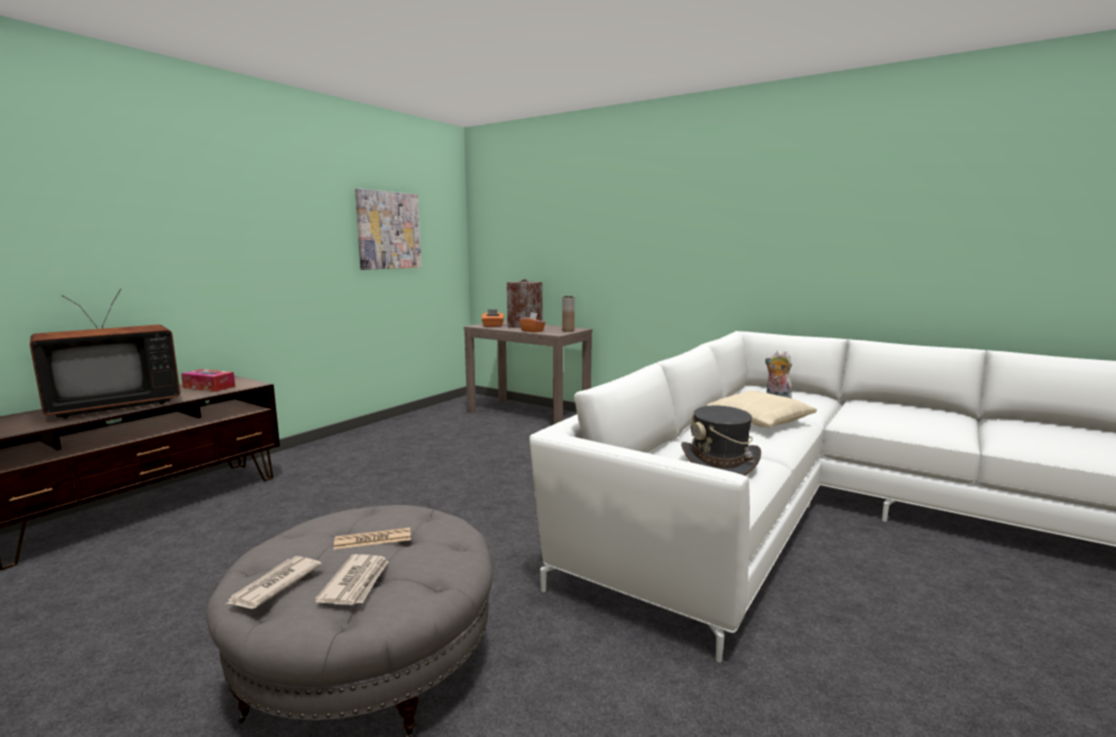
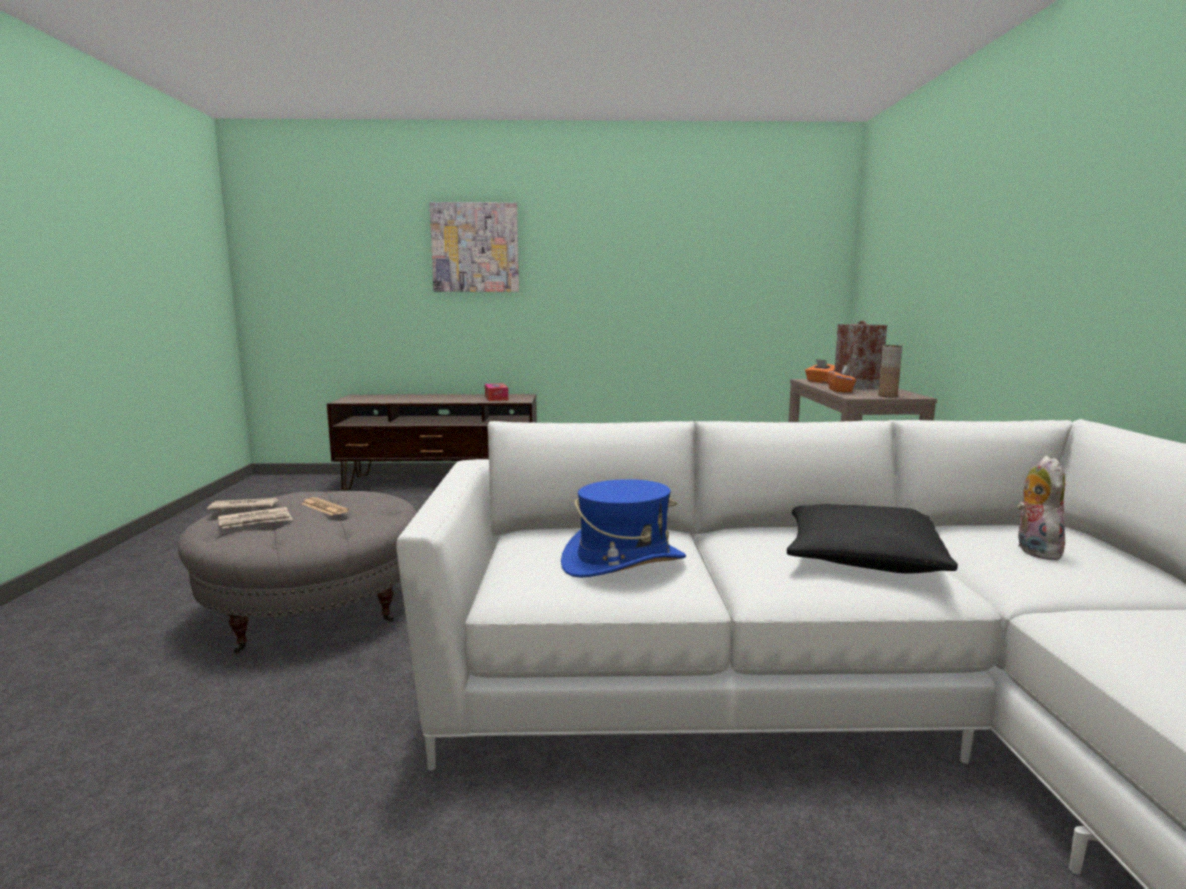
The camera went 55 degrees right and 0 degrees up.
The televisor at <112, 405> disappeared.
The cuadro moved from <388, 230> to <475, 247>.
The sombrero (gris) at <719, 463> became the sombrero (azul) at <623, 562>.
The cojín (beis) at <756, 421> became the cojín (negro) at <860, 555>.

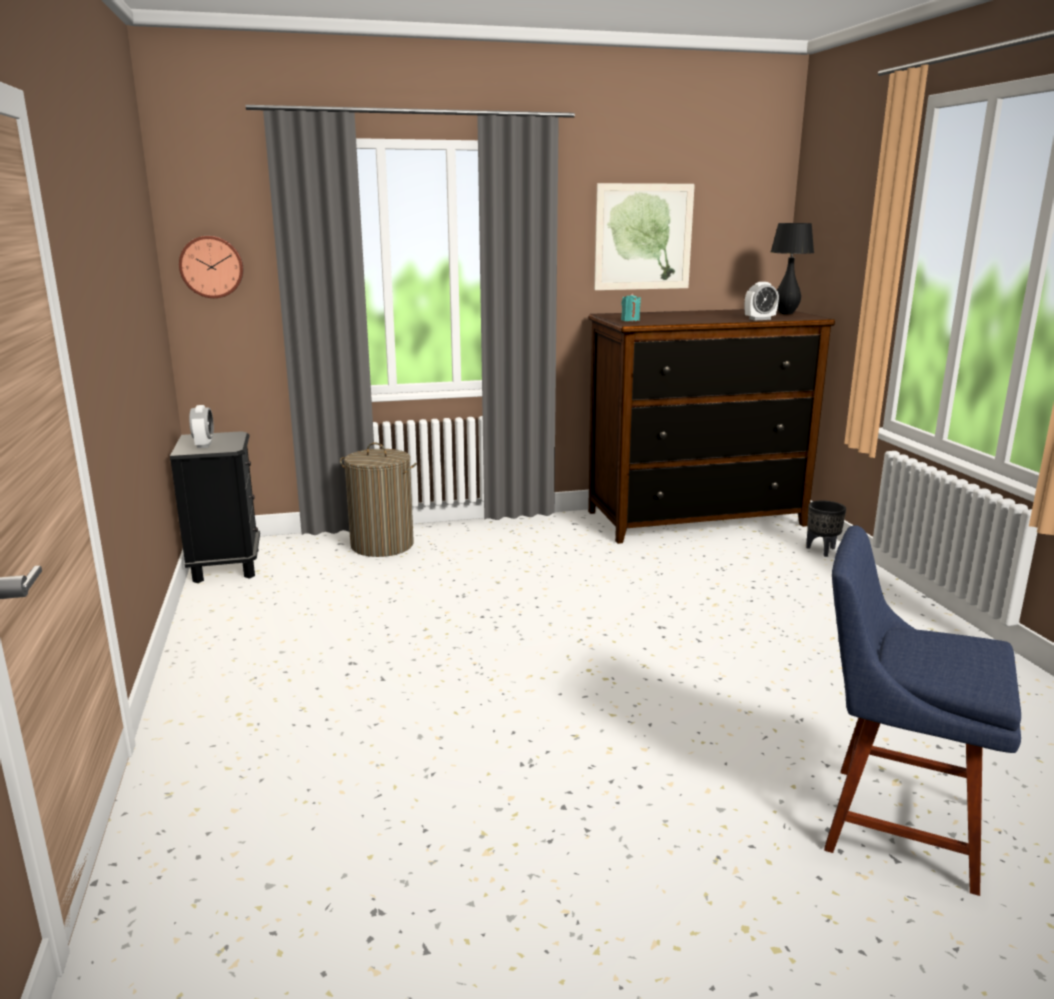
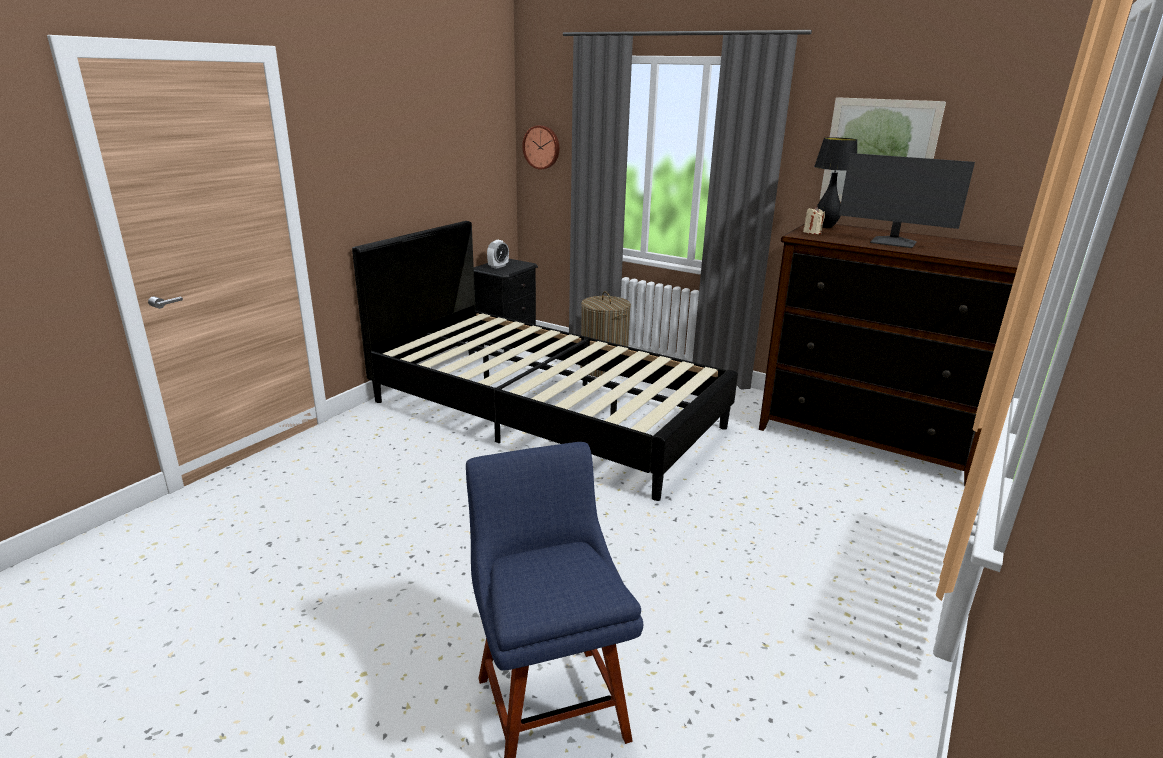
The camera went 45 degrees right and 5 degrees up.
The despertador at <759, 319> disappeared.
The maceta (negro) at <822, 550> disappeared.
The cama (negro) at <545, 414> appeared.
The monitor at <893, 243> appeared.
The lámpara de mesa (negro) moved from <786, 313> to <825, 227>.
The vela (turquesa) at <630, 320> became the vela (beis) at <812, 232>.

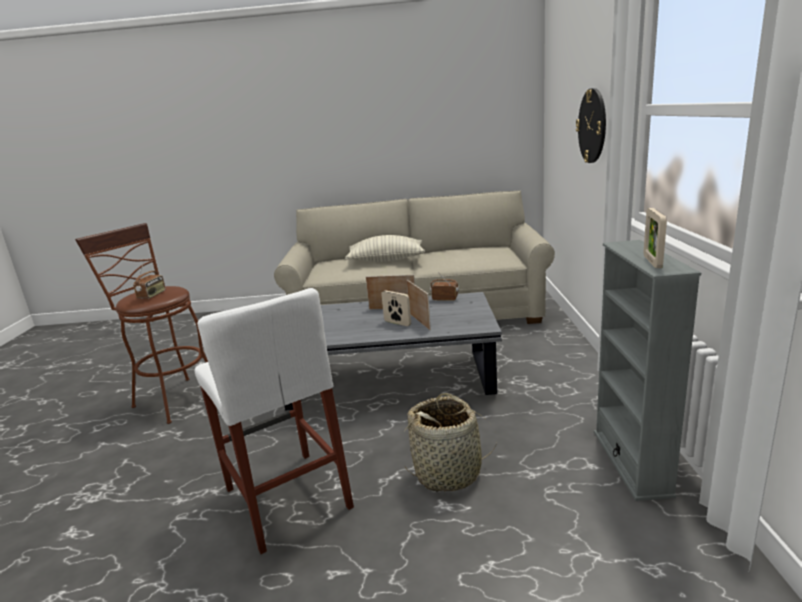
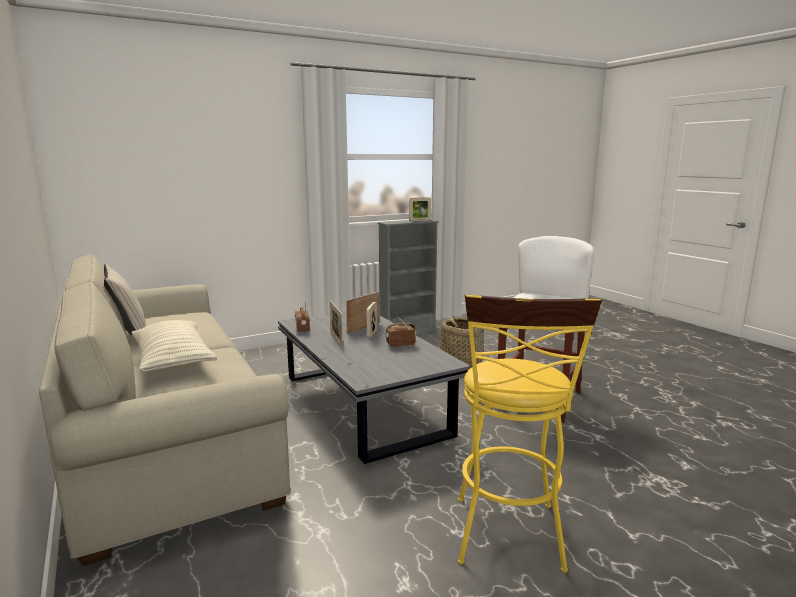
The camera went 120 degrees left and 5 degrees down.
The reloj de pared at <592, 126> disappeared.
The cojín (beis) at <129, 336> appeared.
The radio moved from <152, 295> to <400, 344>.
The taburete (marrón) at <174, 398> became the taburete (amarillo) at <509, 540>.

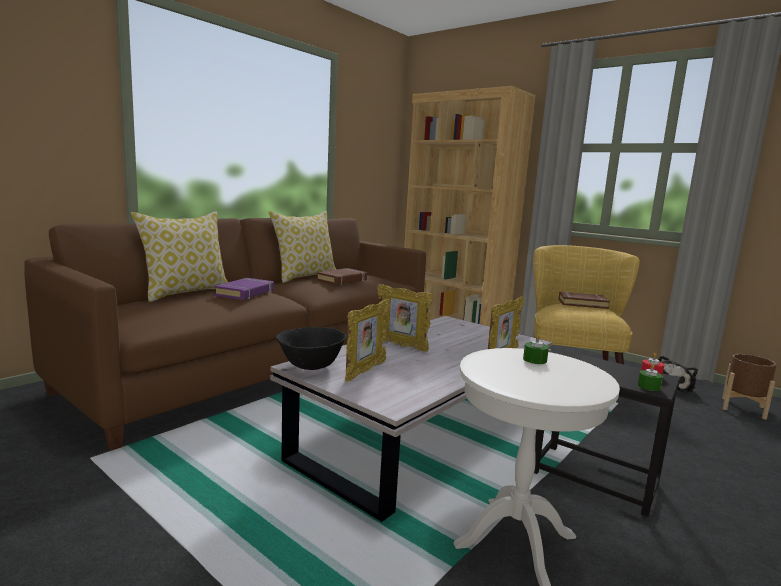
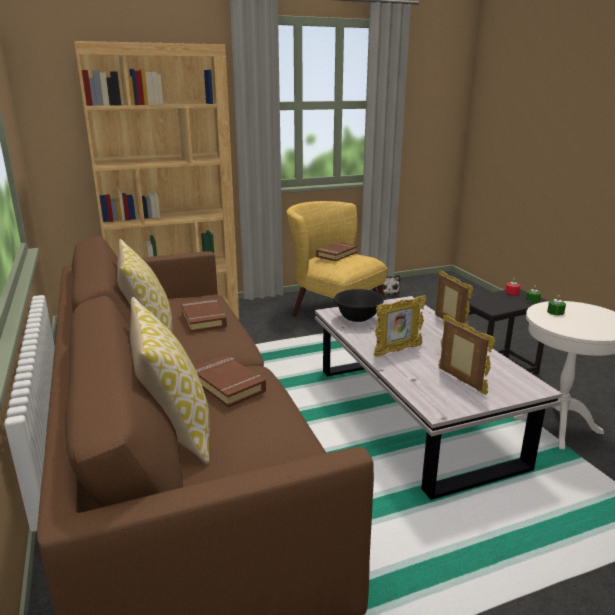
The camera went 60 degrees left and 10 degrees up.
The maceta (marrón) at <743, 408> disappeared.
The cuenco (negro) moved from <311, 367> to <358, 319>.
The libro (morado) at <245, 293> became the libro (marrón) at <228, 385>.

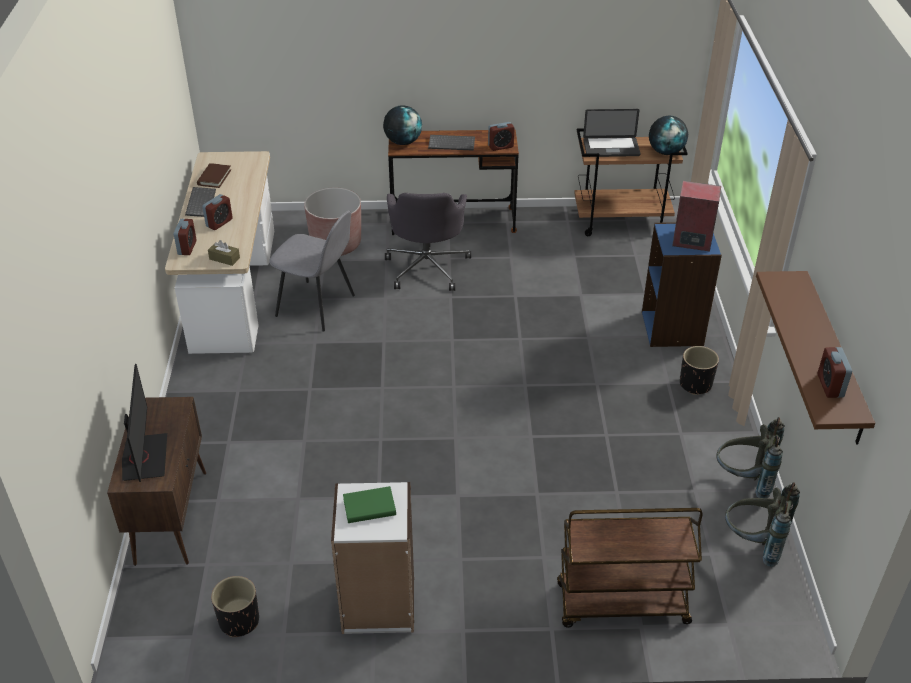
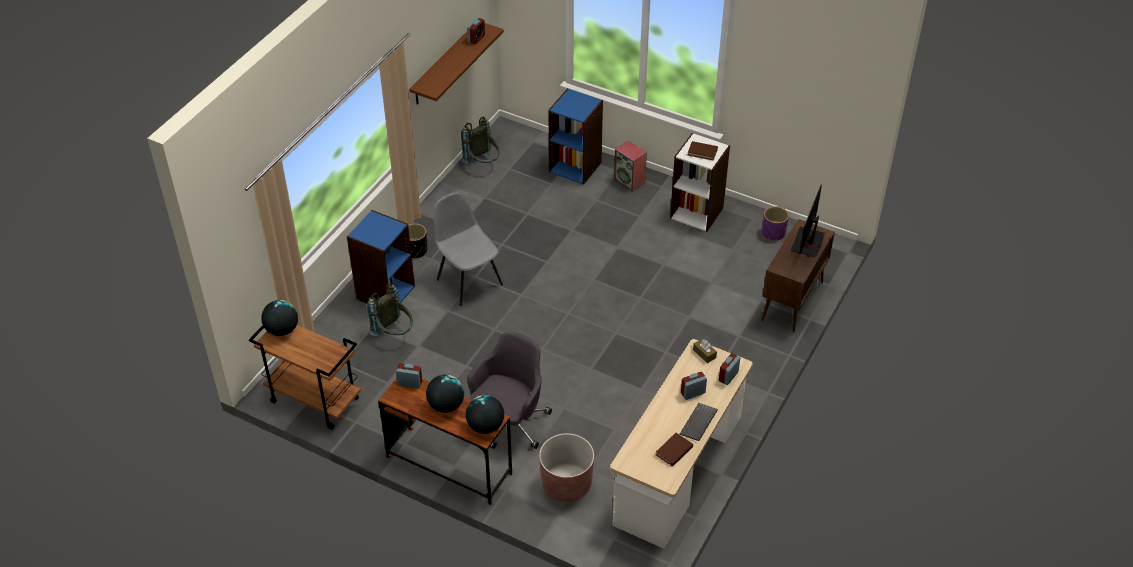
The camera went 150 degrees left and 5 degrees up.
The portátil at <611, 148> disappeared.
The silla (gris) moved from <317, 306> to <468, 281>.
The altavoz moved from <691, 241> to <630, 181>.
The mochila (gris) moved from <744, 480> to <394, 334>.
The teclado at <452, 143> was replaced by the globo terráqueo at <446, 405>.
The carrito (marrón) at <621, 604> was replaced by the estantería (azul) at <575, 166>.
The maceta (negro) at <239, 621> became the maceta (morado) at <773, 233>.
The libro (verde) at <369, 507> became the libro (marrón) at <702, 152>.

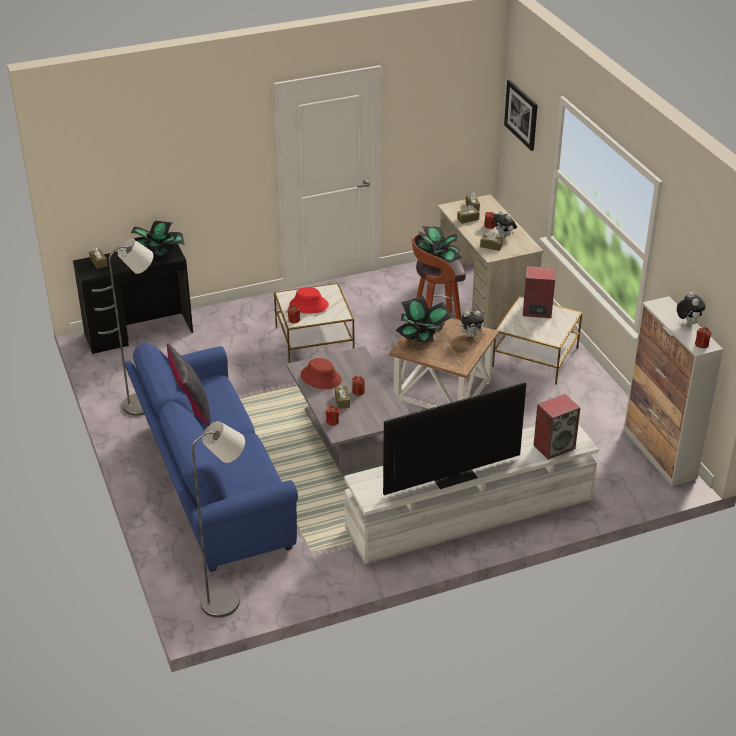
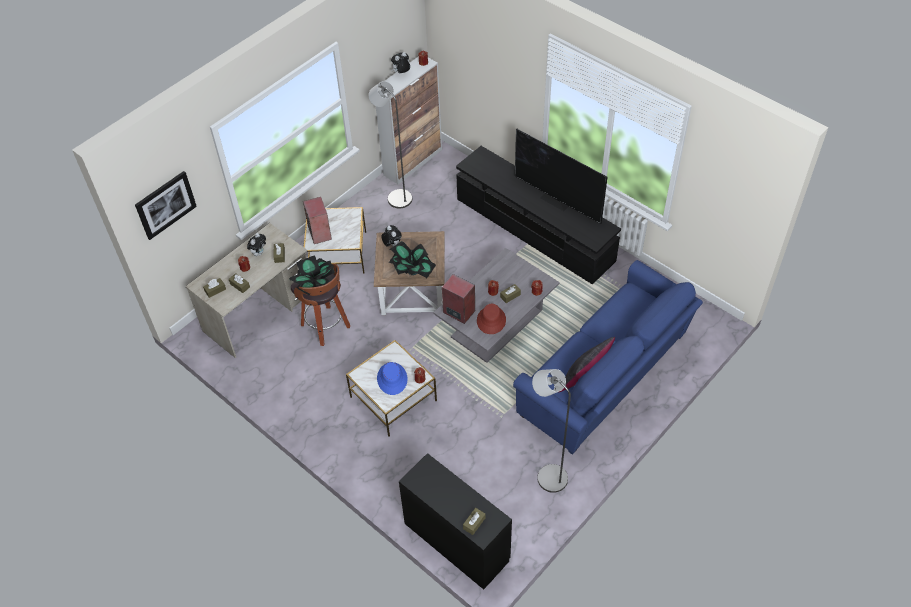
The camera went 115 degrees left and 15 degrees up.
The planta en maceta at <159, 253> disappeared.
The lámpara de pie (gris) moved from <227, 600> to <396, 197>.
The altavoz moved from <554, 446> to <458, 311>.
The sombrero (rojo) at <308, 305> became the sombrero (azul) at <392, 379>.
The mueble de televisión (blanco) at <469, 515> became the mueble de televisión (negro) at <534, 230>.

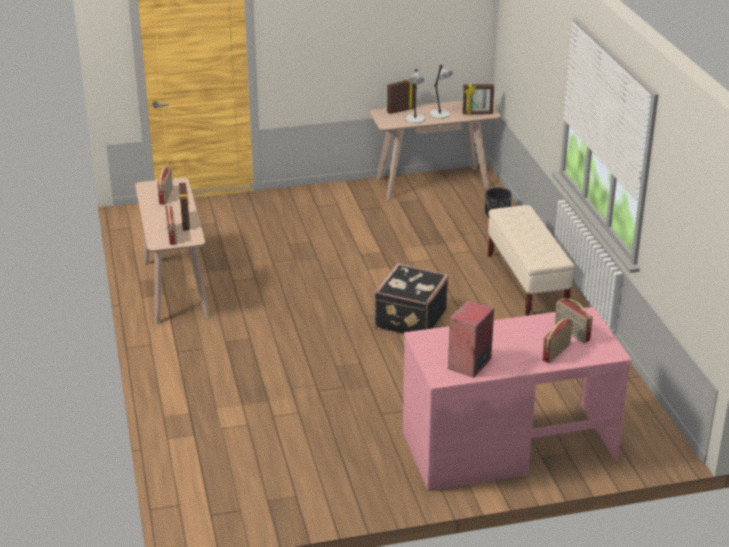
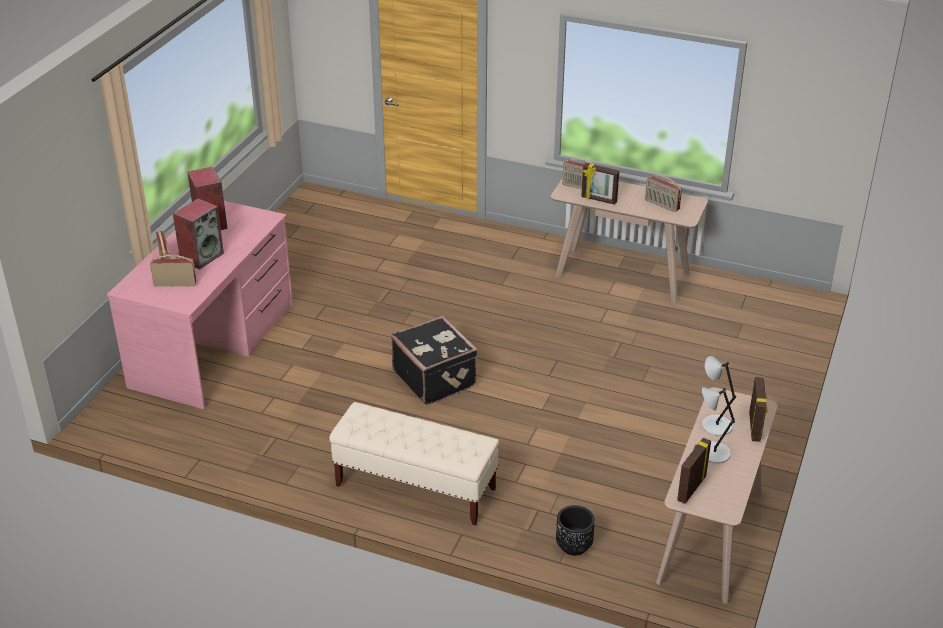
The camera went 125 degrees right and 5 degrees up.
The altavoz at <202, 256> appeared.

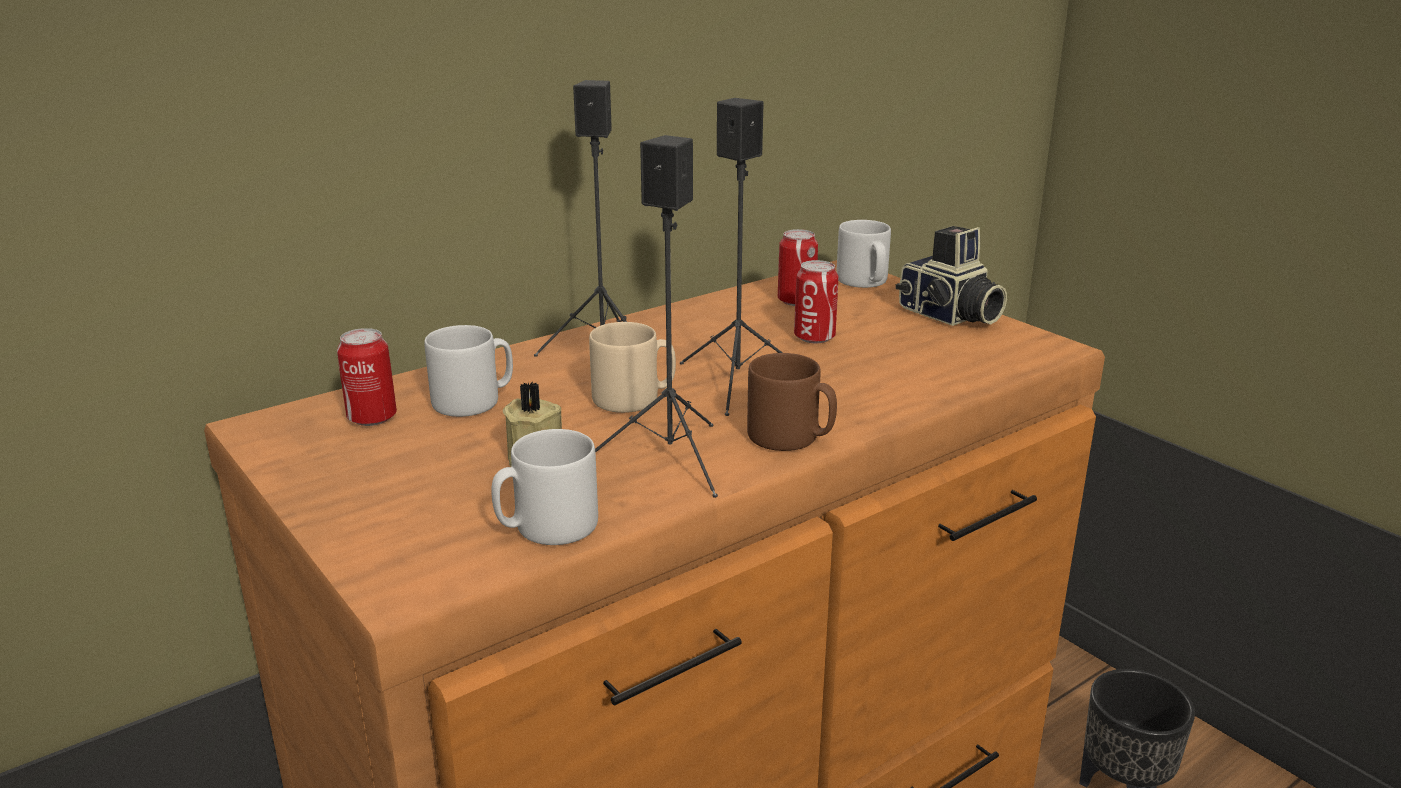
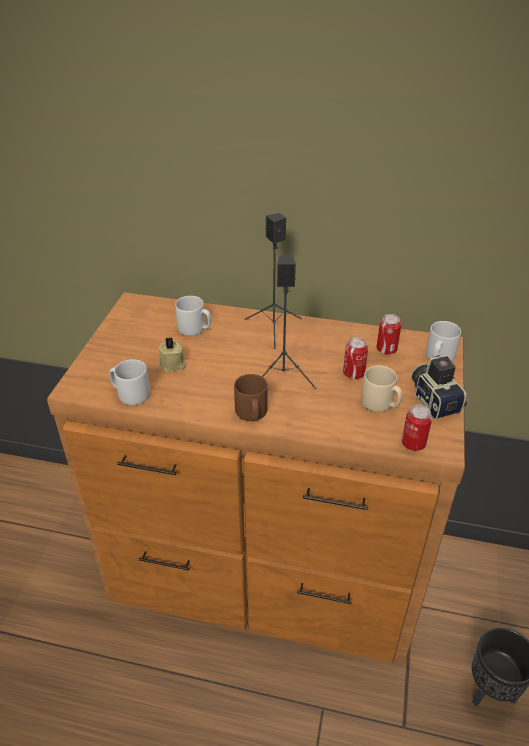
The camera went 50 degrees right and 15 degrees up.
The altavoz (negro) at <672, 460> disappeared.
The lata moved from <372, 417> to <413, 443>.
The taza grande (beis) moved from <634, 399> to <380, 403>.
The cámara at <949, 316> turned 150 degrees clockwise.

